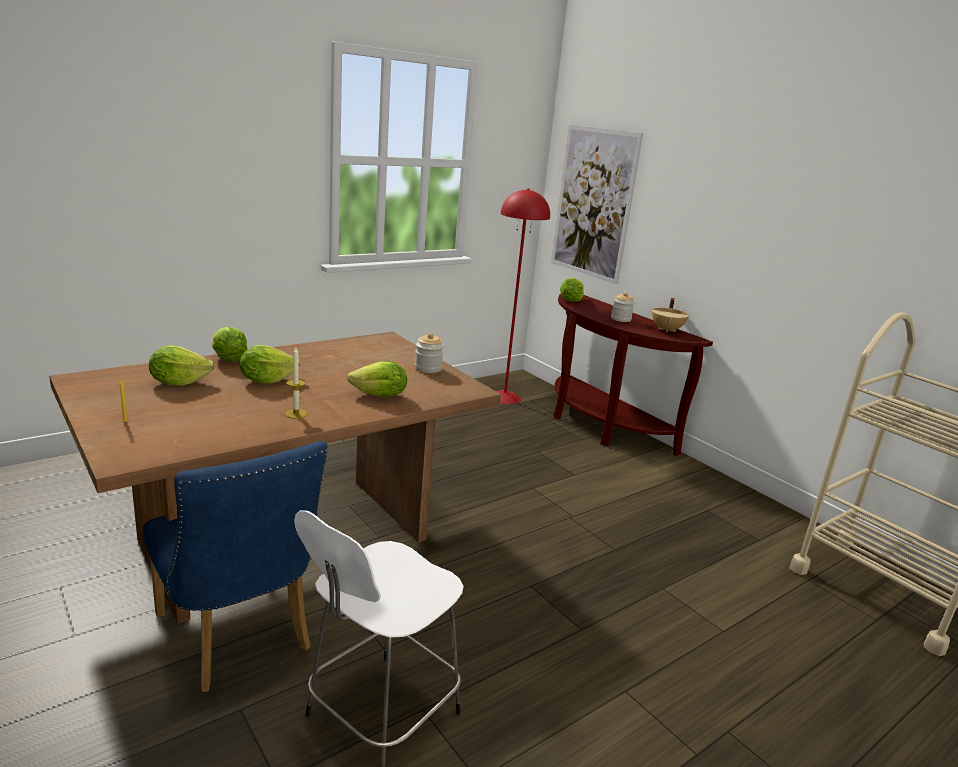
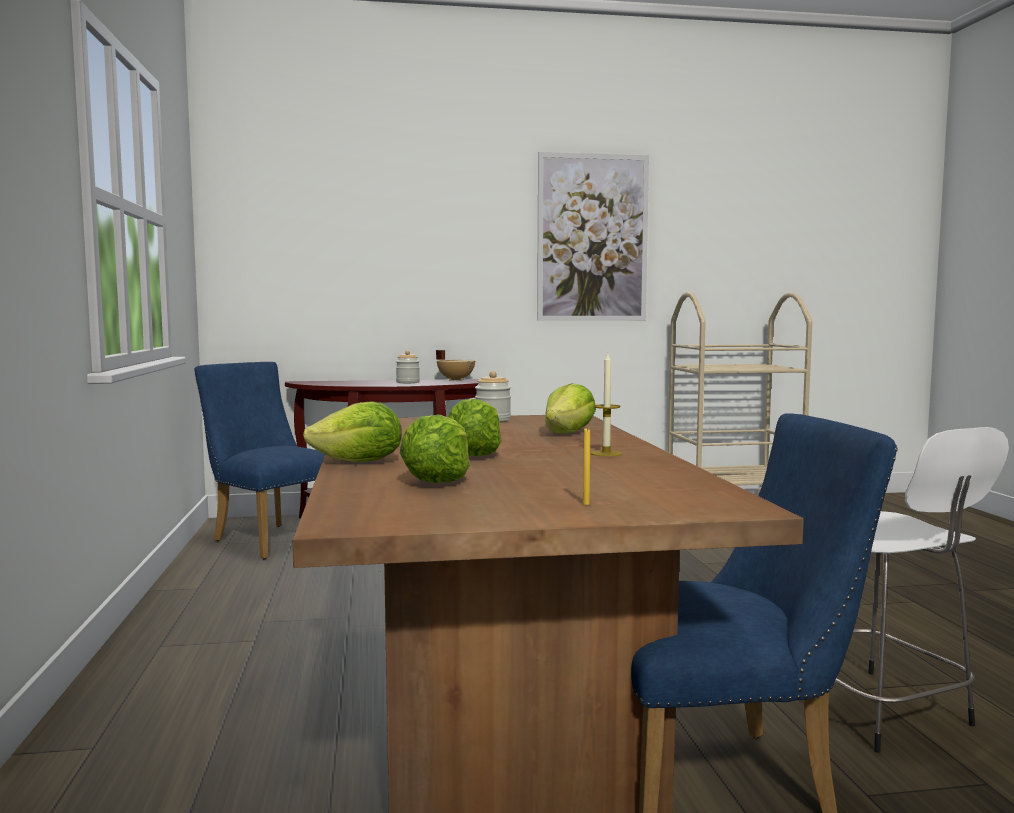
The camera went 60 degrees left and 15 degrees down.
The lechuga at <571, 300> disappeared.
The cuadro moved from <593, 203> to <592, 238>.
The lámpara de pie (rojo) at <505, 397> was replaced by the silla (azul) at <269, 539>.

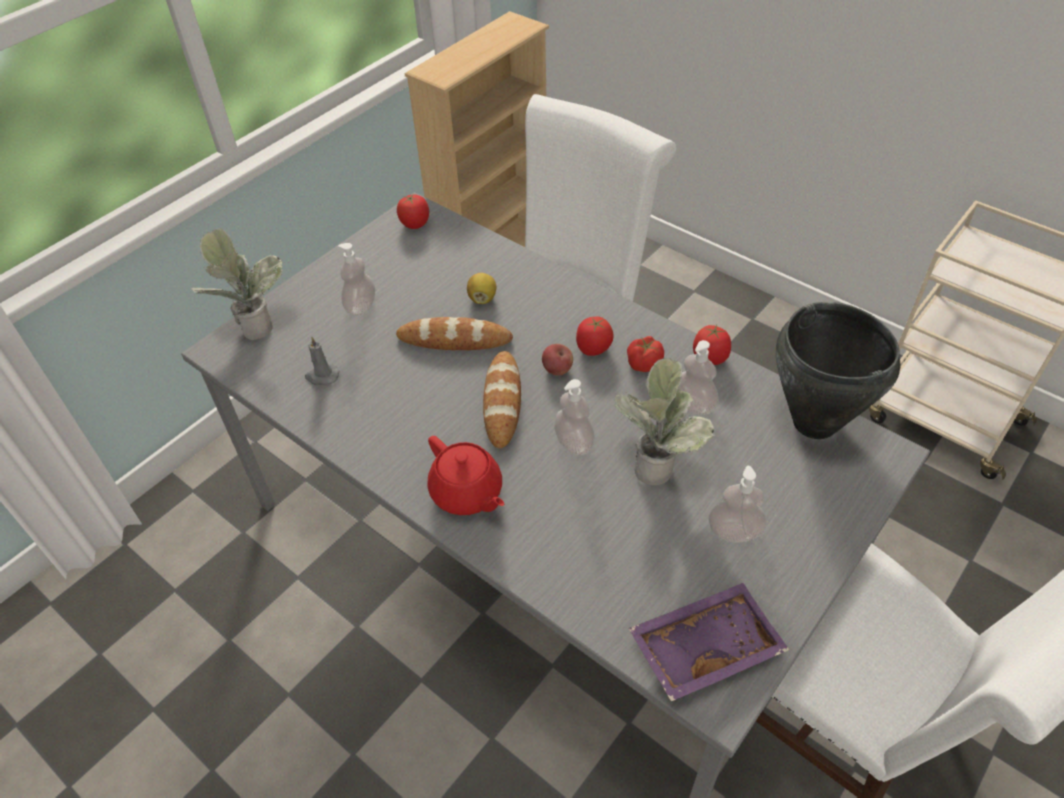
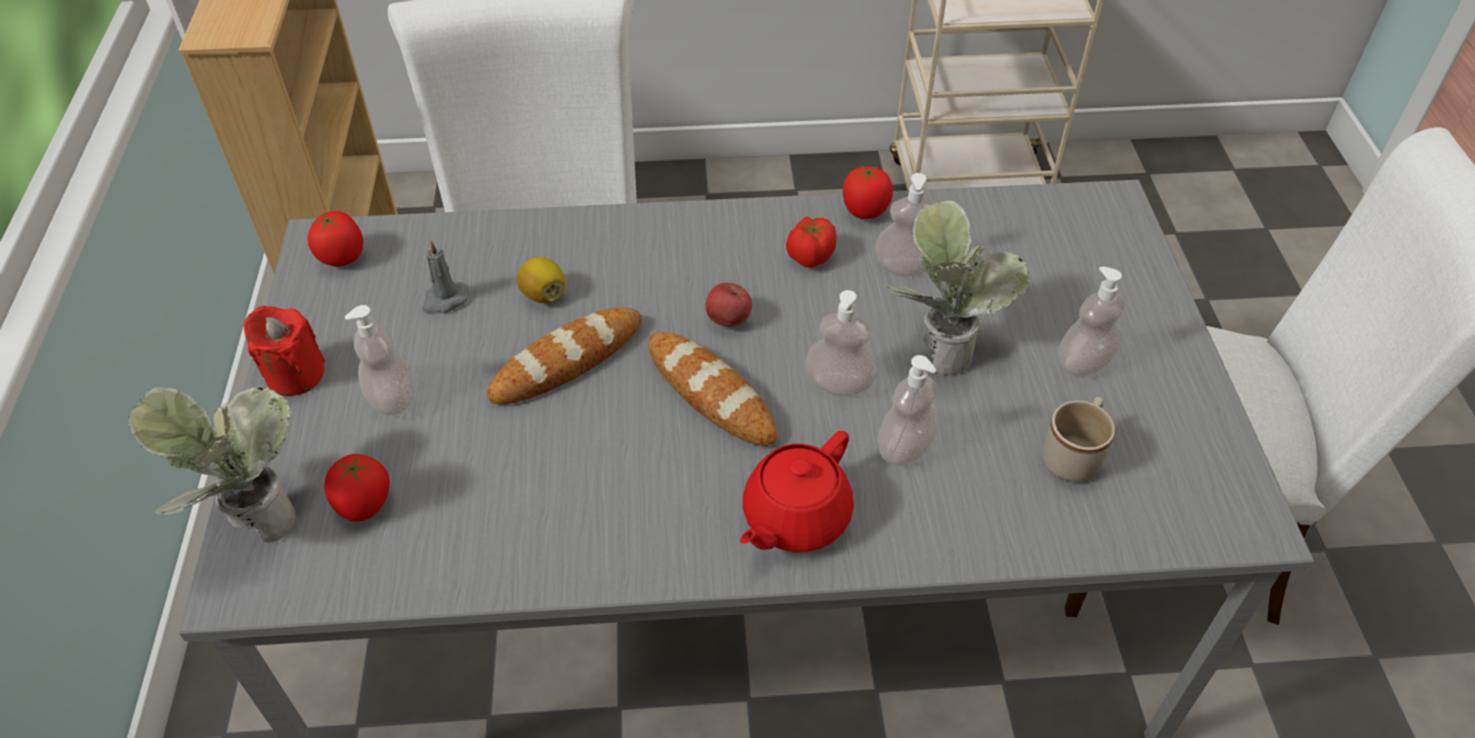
The camera went 45 degrees left and 0 degrees up.
The bandeja (morado) at <704, 646> disappeared.
The olla (negro) at <814, 423> disappeared.
The vela (rojo) at <295, 374> appeared.
The dispensador de jabón at <904, 448> appeared.
The taza grande (beis) at <1074, 455> appeared.
The vela (gris) moved from <322, 376> to <444, 300>.
The tomate moved from <593, 349> to <364, 505>.
The tetera (rojo) at <467, 493> turned 120 degrees clockwise.

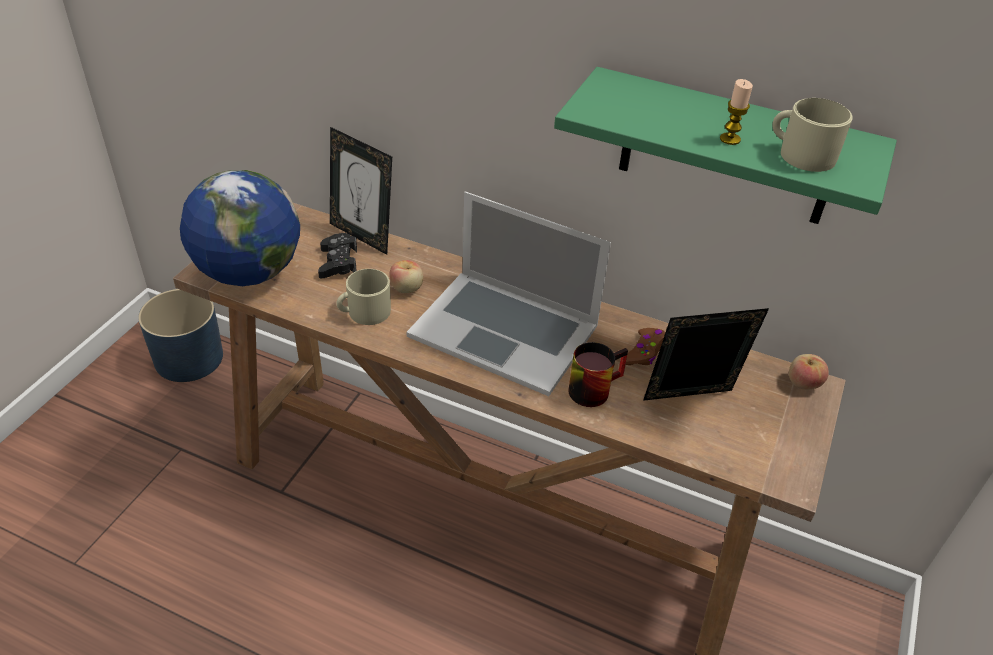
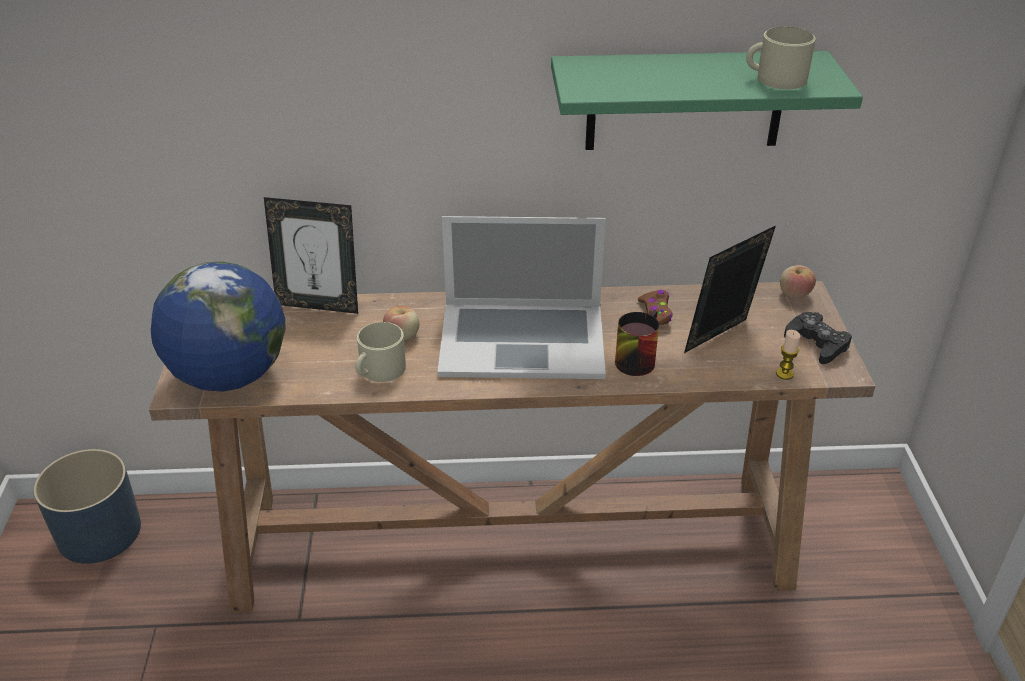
The camera went 25 degrees left and 5 degrees down.
The mando de consola (negro) moved from <338, 262> to <817, 344>.
The vela moved from <730, 139> to <784, 374>.

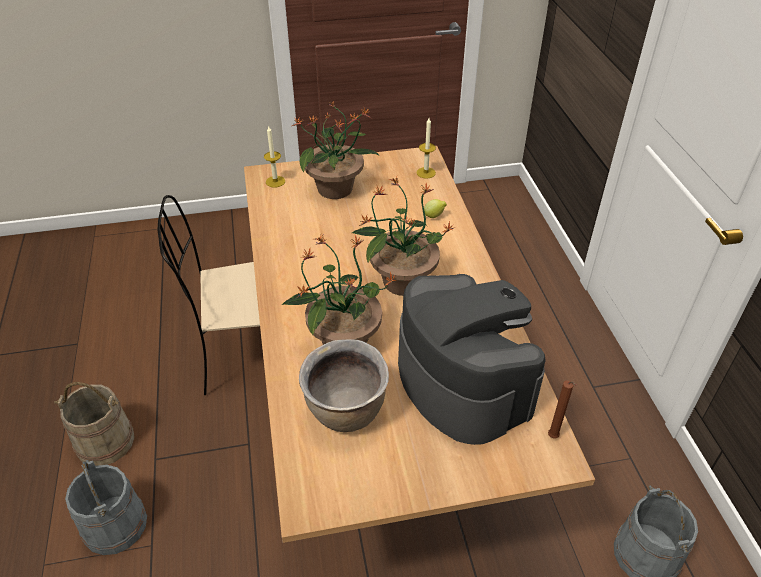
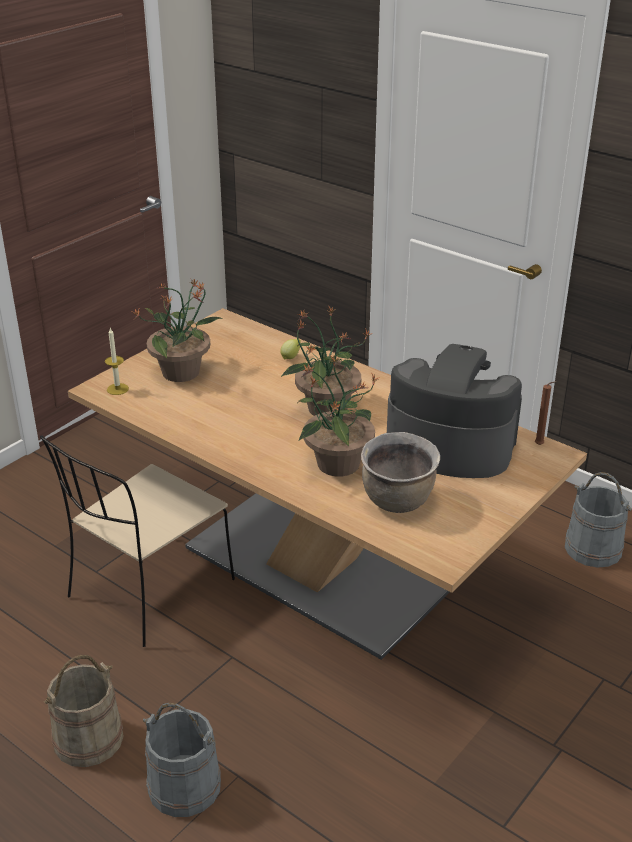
The camera went 40 degrees left and 10 degrees down.
The vela at <426, 173> disappeared.

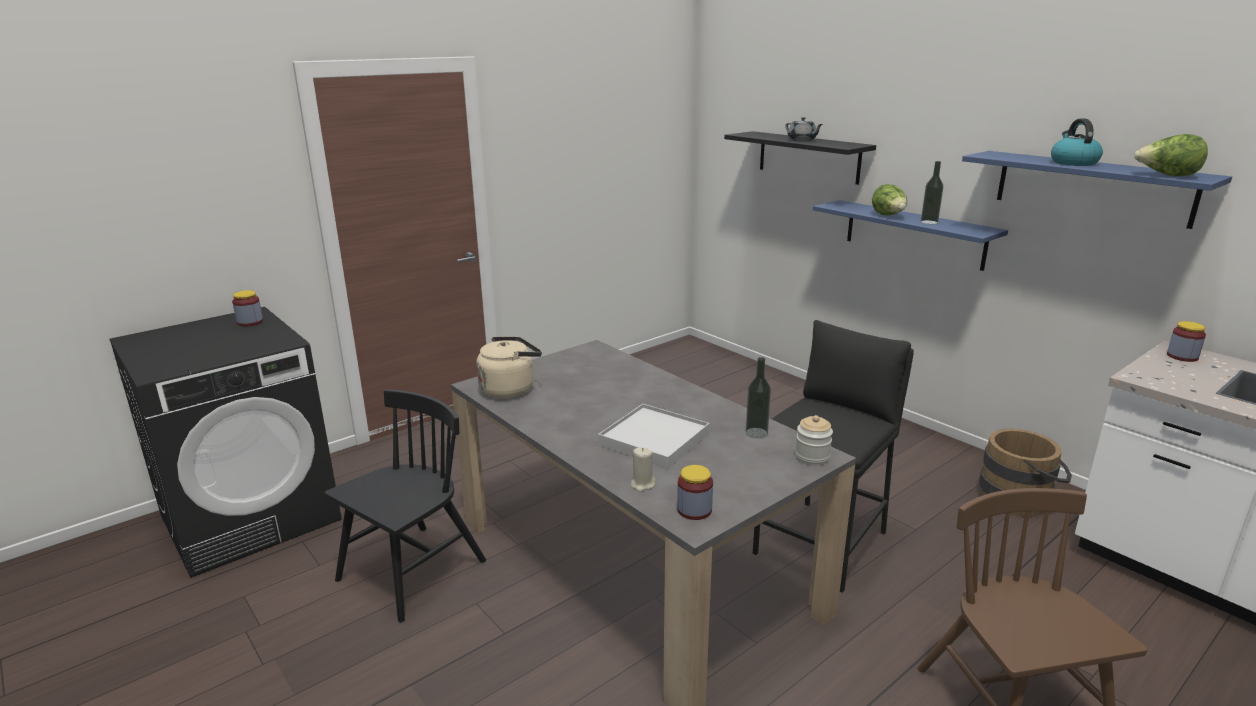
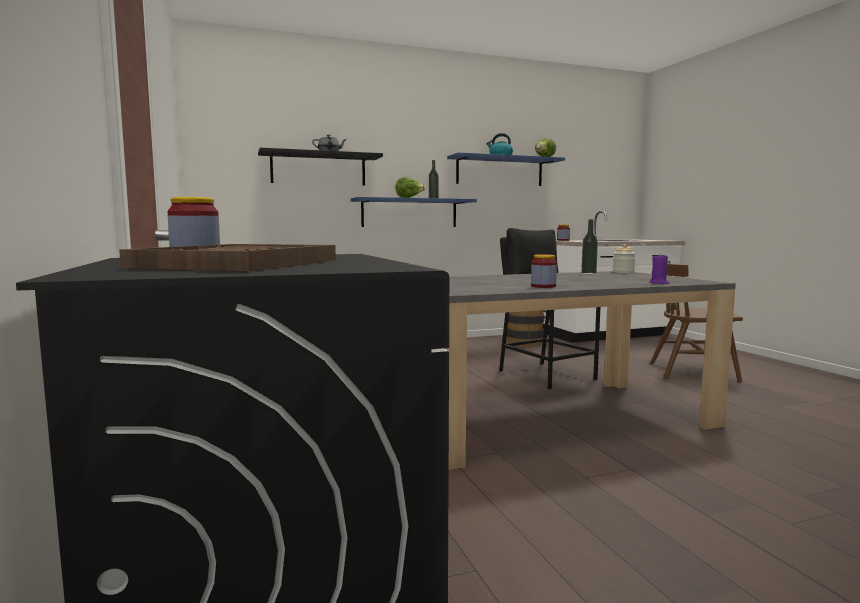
The camera went 70 degrees left and 15 degrees down.
The silla (negro) at <412, 571> disappeared.
The hervidor (beis) at <510, 389> disappeared.
The bandeja (blanco) at <654, 439> disappeared.
The bandeja (marrón) at <240, 263> appeared.
The tarro moved from <694, 510> to <543, 286>.
The vela (beis) at <642, 484> became the vela (morado) at <659, 283>.

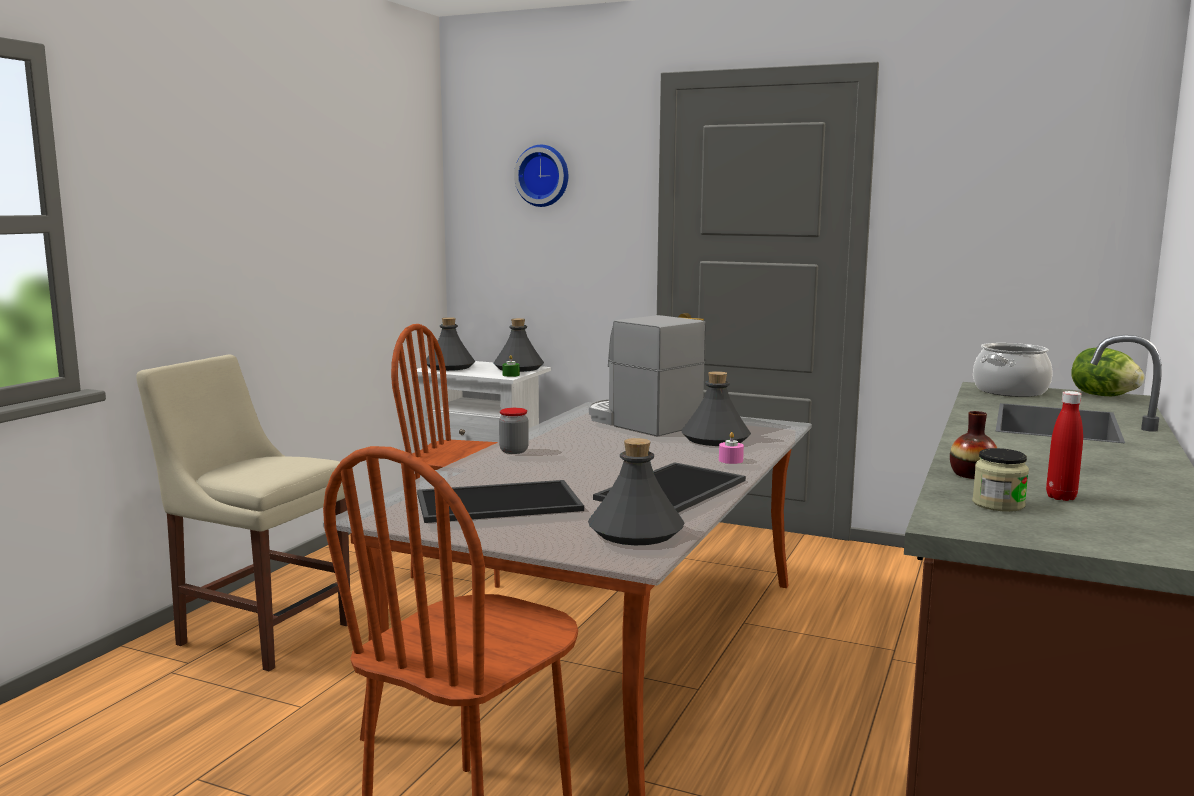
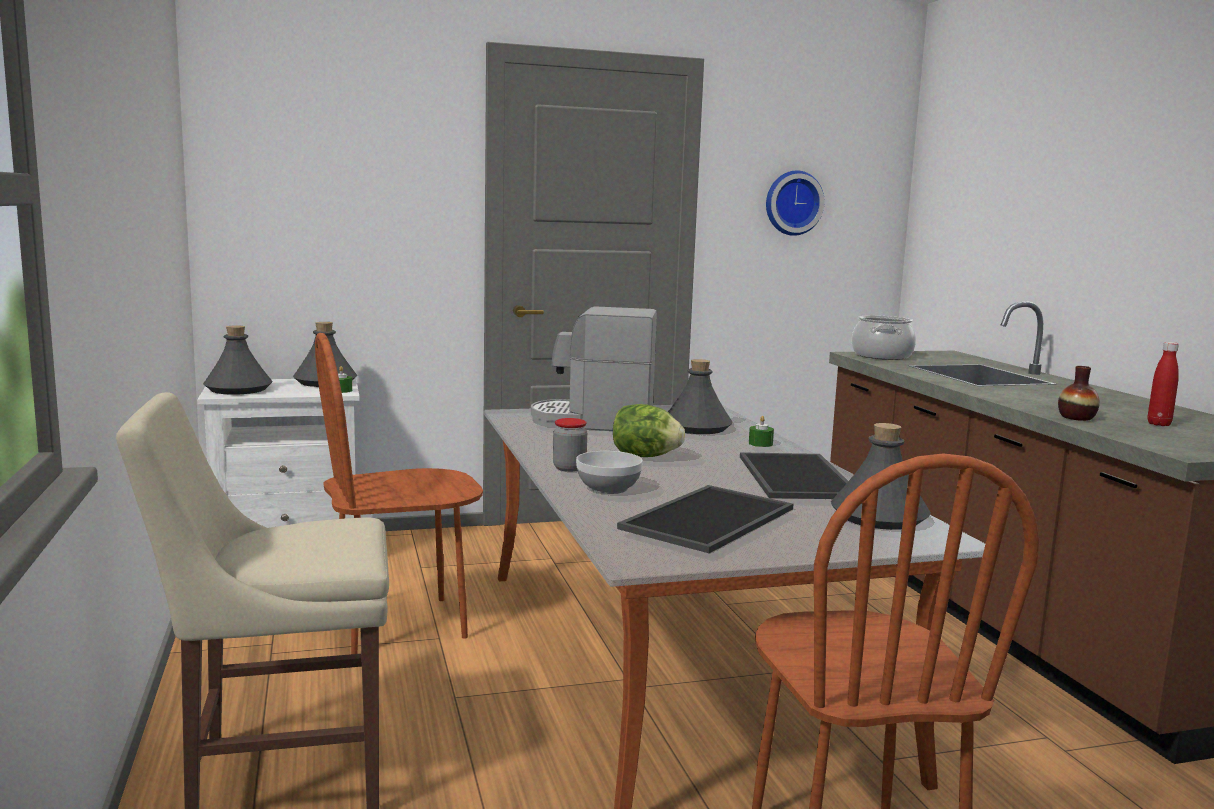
The camera went 40 degrees left and 0 degrees up.
The tarro at <998, 504> disappeared.
The cuenco at <609, 488> appeared.
The reloj de pared moved from <543, 176> to <792, 203>.
The lechuga moved from <1103, 396> to <645, 456>.
The vela (rosa) at <730, 460> became the vela (verde) at <760, 443>.

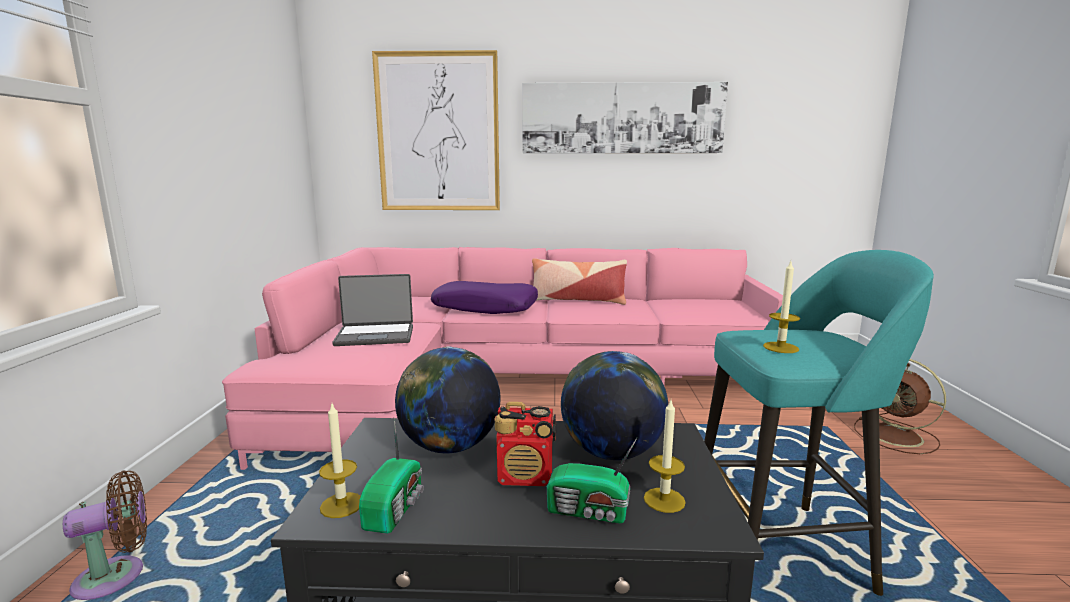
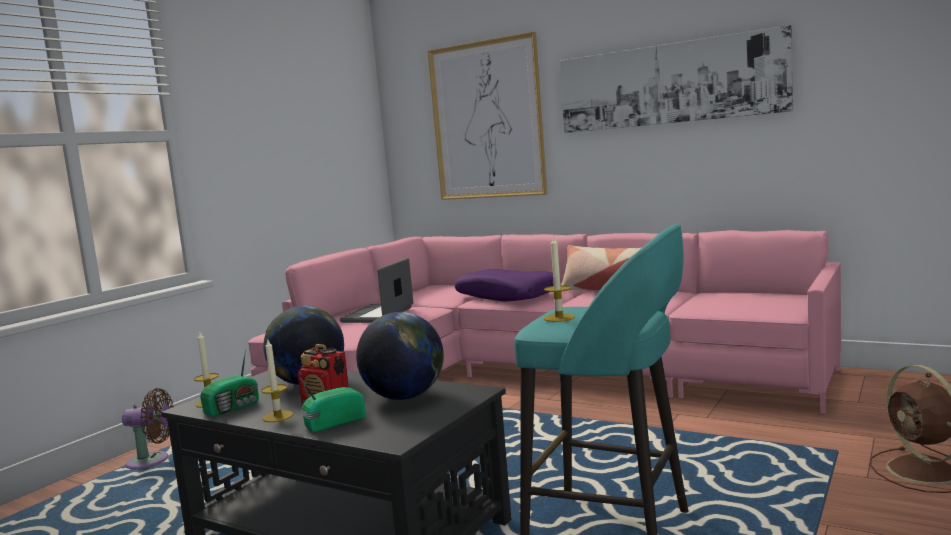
The camera went 30 degrees right and 5 degrees down.
The vela moved from <664, 500> to <278, 416>.
The portátil at <375, 335> turned 90 degrees clockwise.
The radio at <589, 512> turned 105 degrees clockwise.

